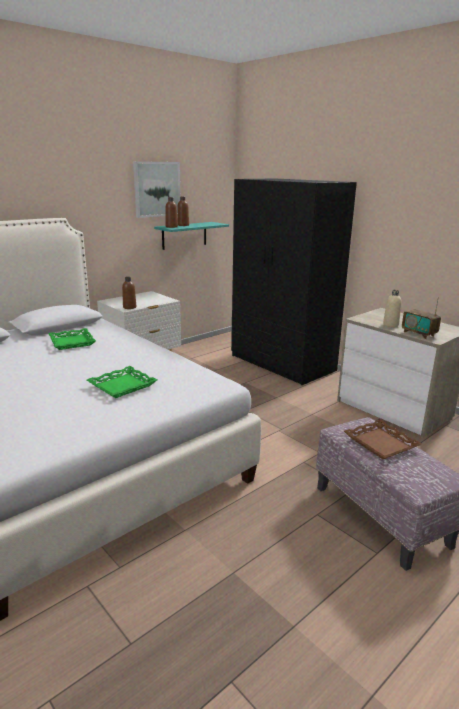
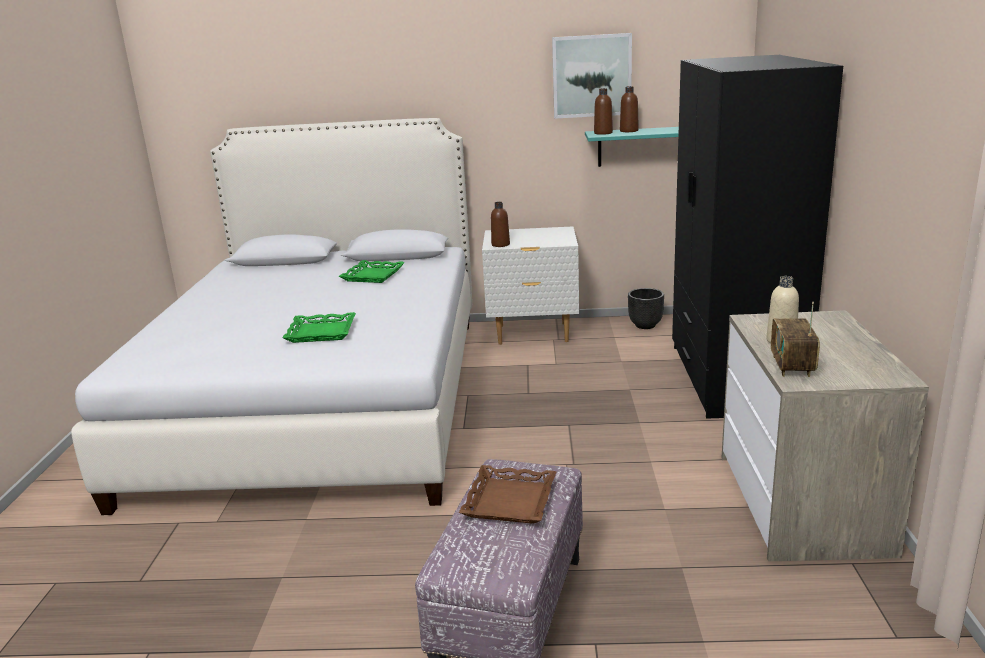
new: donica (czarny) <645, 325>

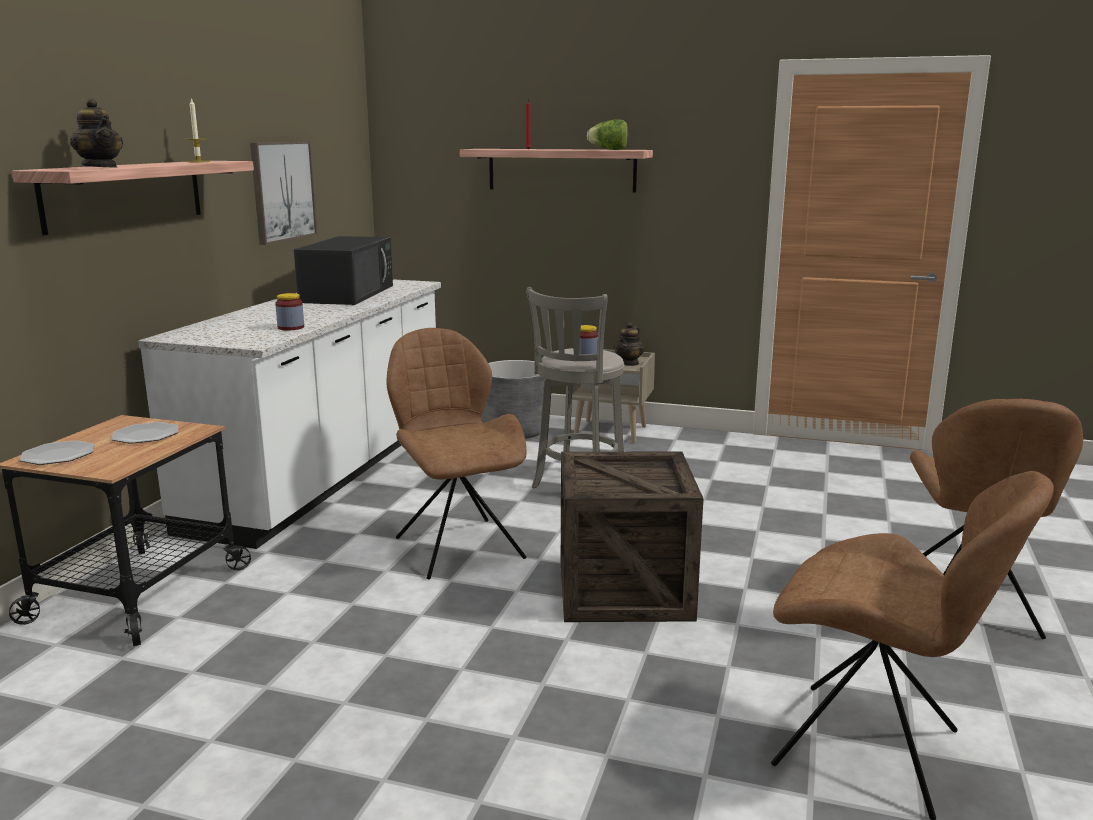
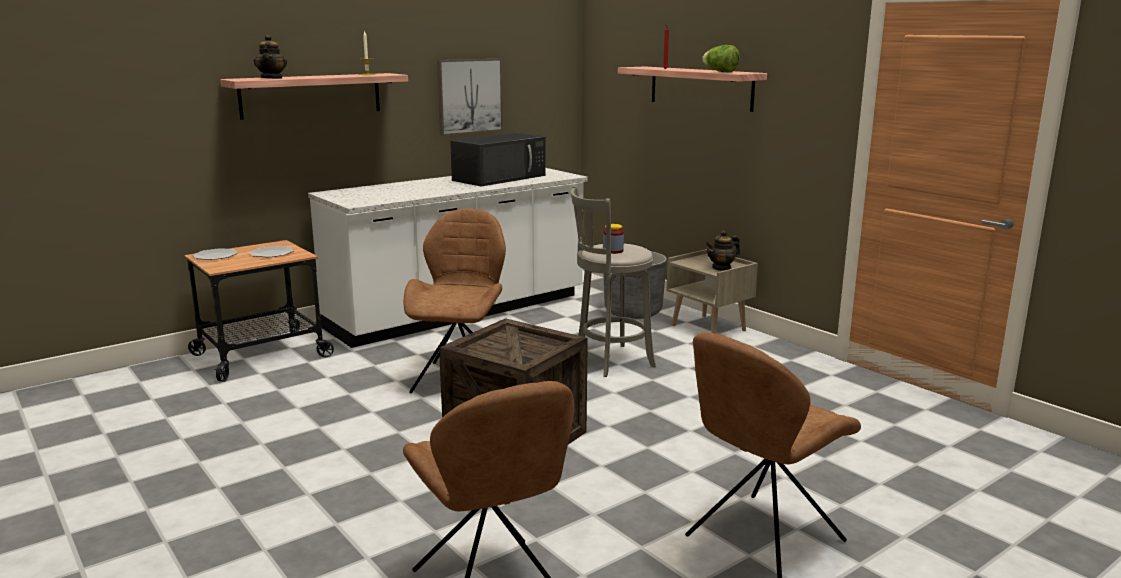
gone: słoik <291, 327>

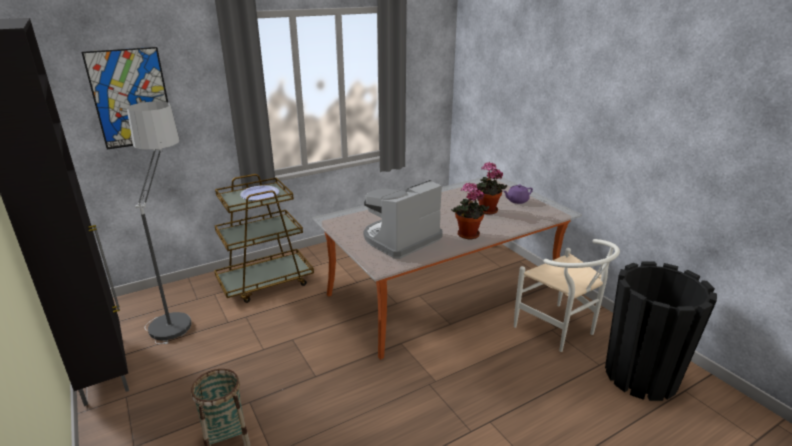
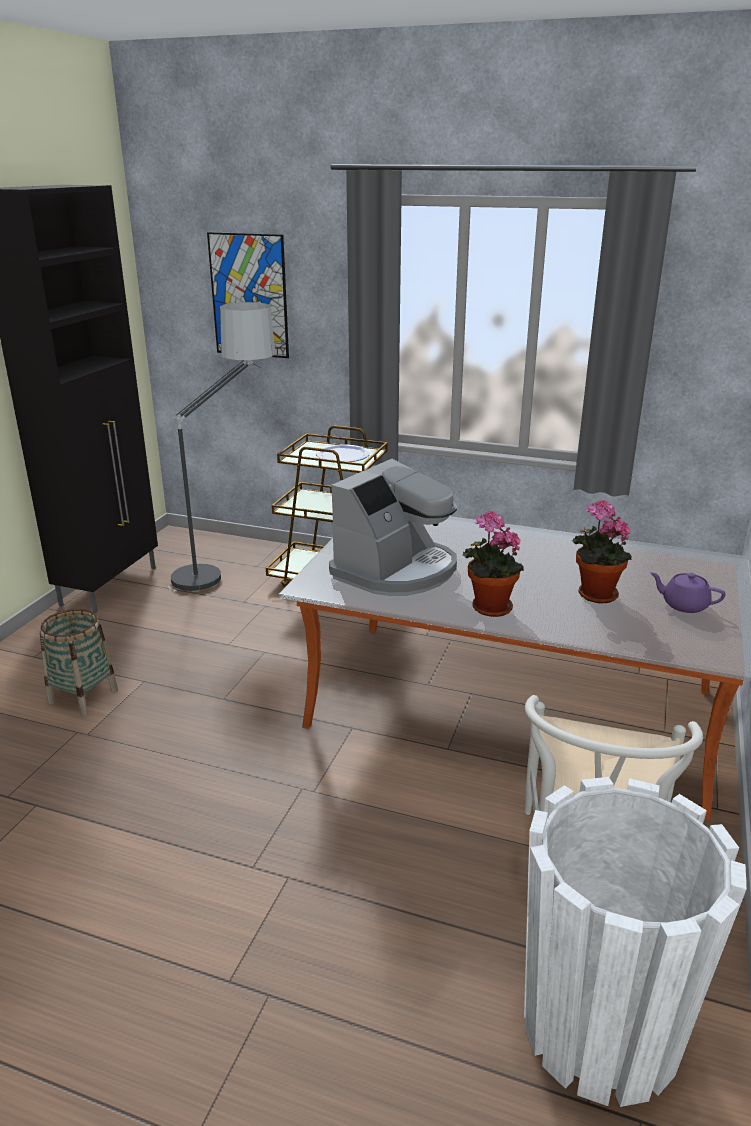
repainted: donica (czarny) <640, 375> to donica (biały) <600, 1028>
rotated: ekspres do kawy <400, 239> = <396, 570> 120 degrees clockwise

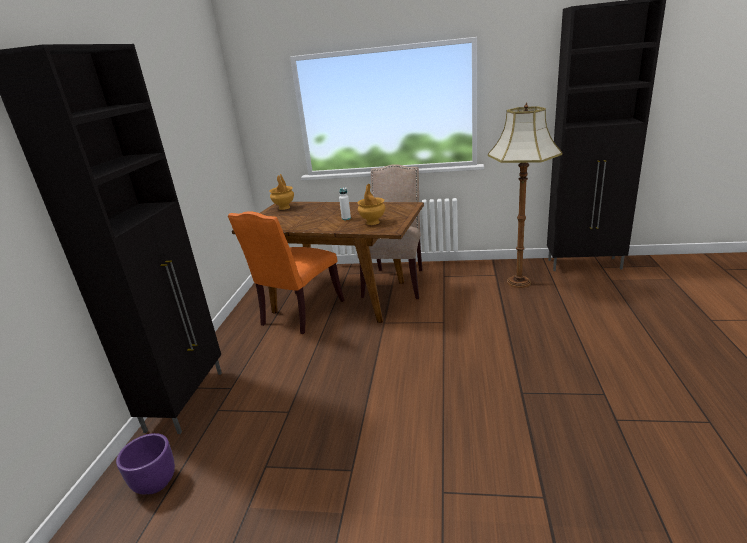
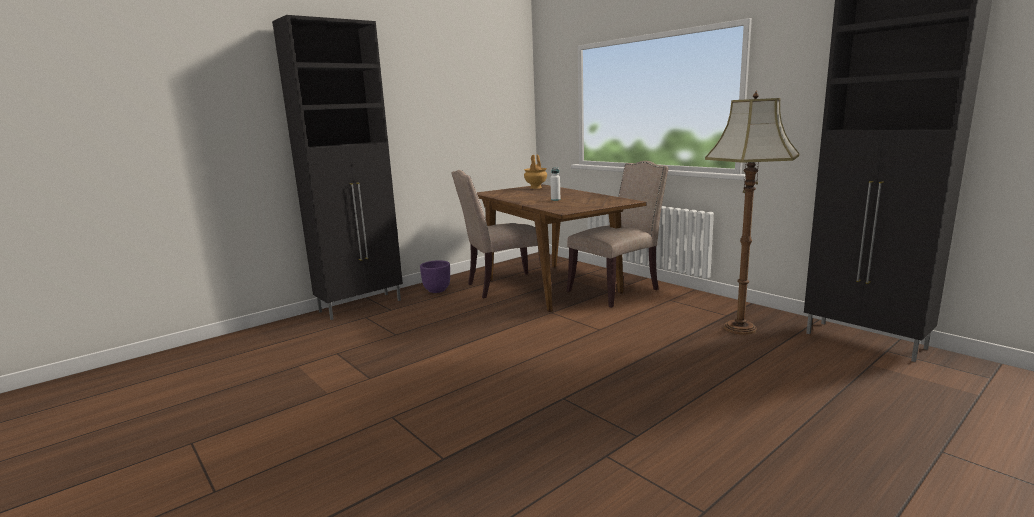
gone: wazon (brązowy) <372, 222>
shifted: donica (fioletowy) <155, 483> to <436, 290>
repainted: krzesło (pomarańczowy) <299, 314> to krzesło (beżowy) <503, 286>

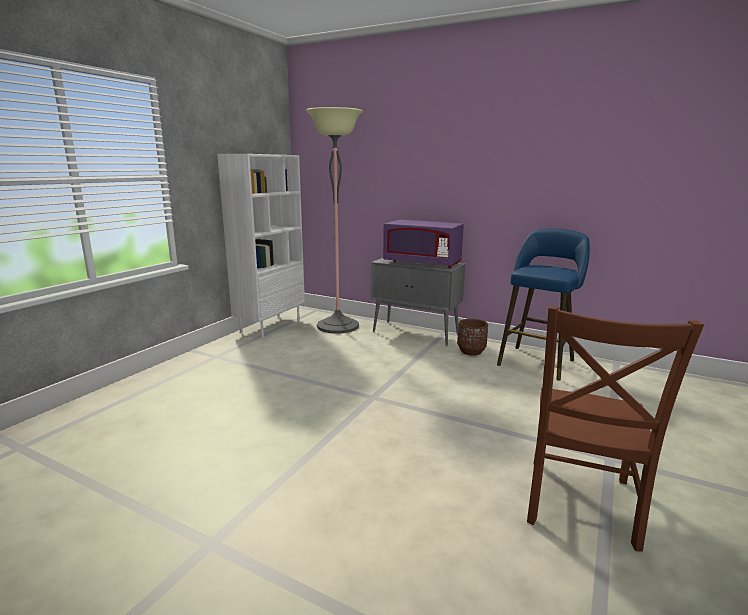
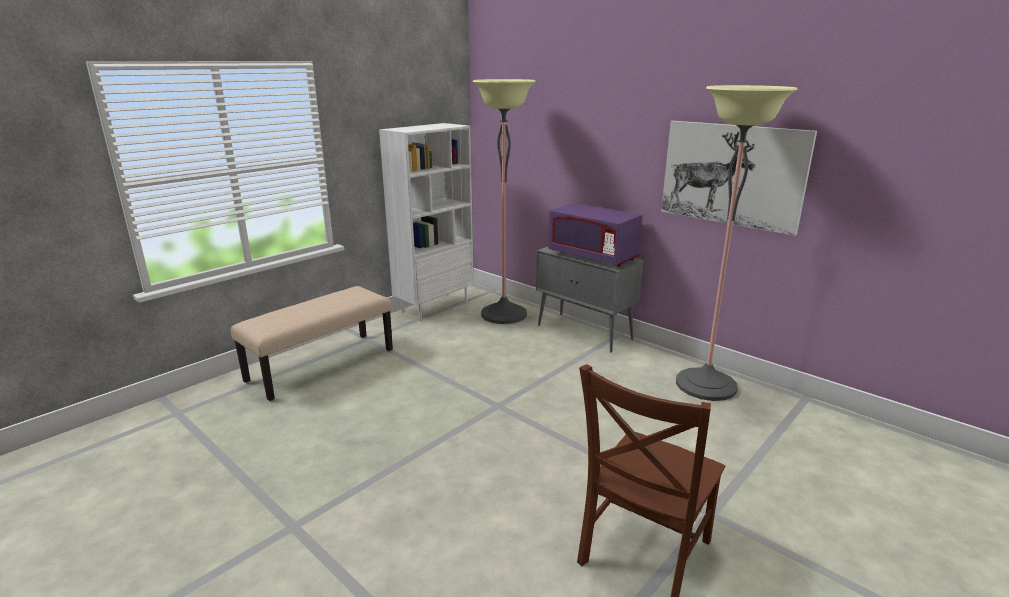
gone: donica (brązowy) <471, 351>
new: obraz <732, 175>; ławka (beżowy) <321, 364>
swapped: stołek (niebieski) <537, 361> to lampa stojąca <705, 385>

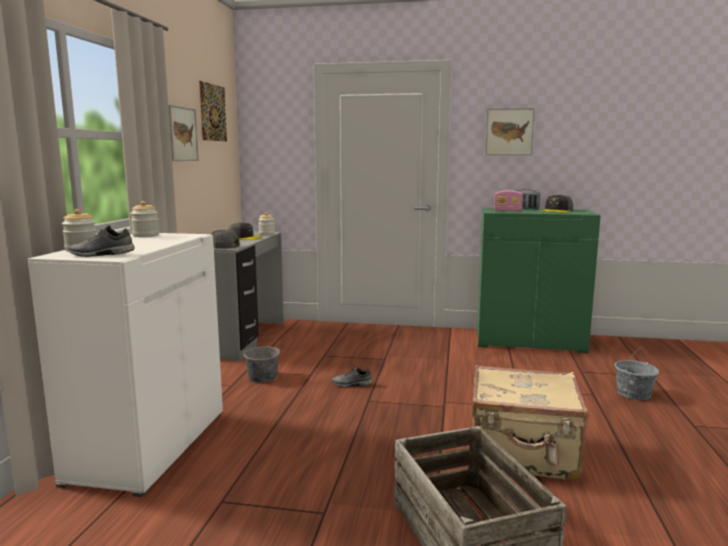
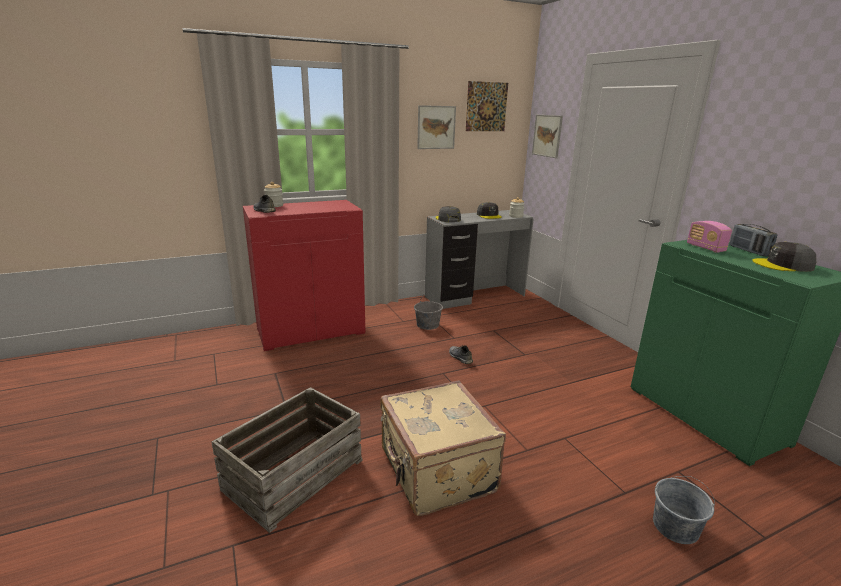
gone: słoik <146, 235>
shifted: obraz <509, 131> to <547, 135>
repainted: szafka (biały) <148, 445> to szafka (czerwony) <311, 331>

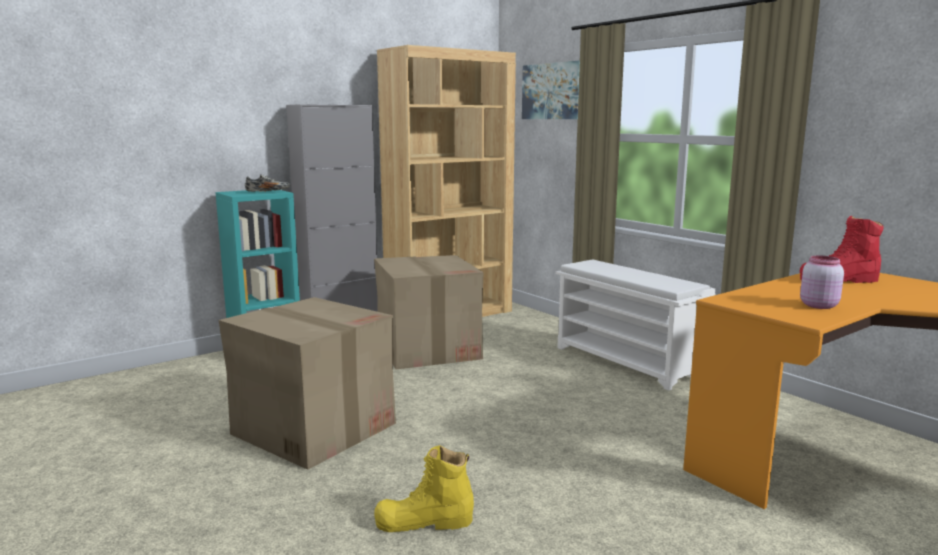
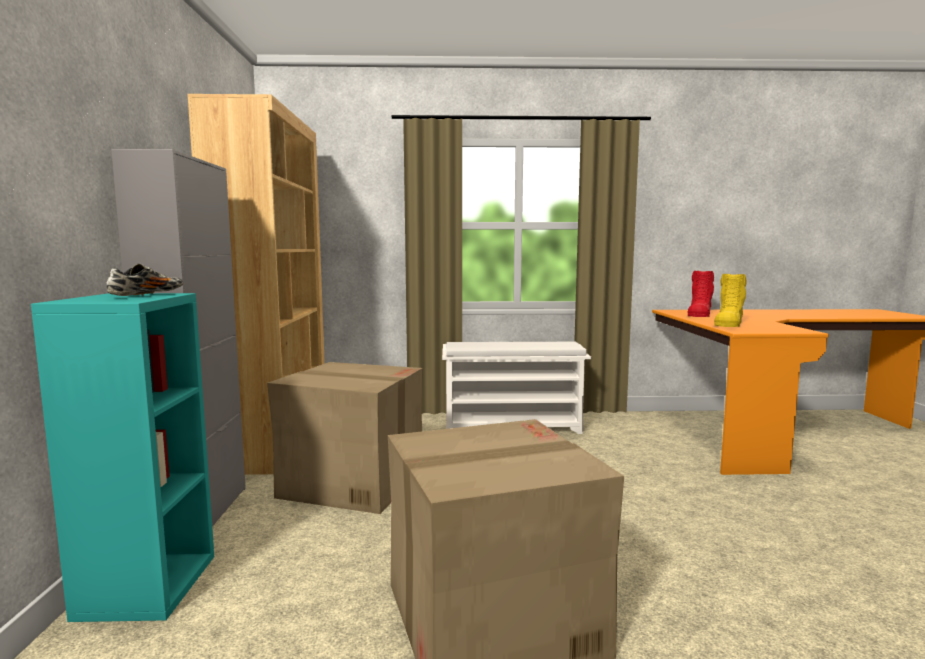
gone: obraz <552, 91>; słoik (różowy) <817, 305>
shifted: but z cholewką (żółty) <424, 522> to <728, 324>

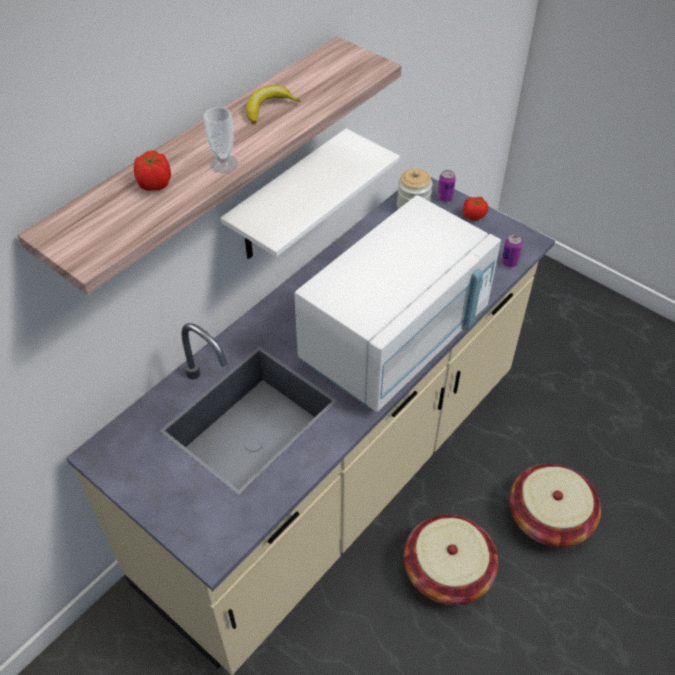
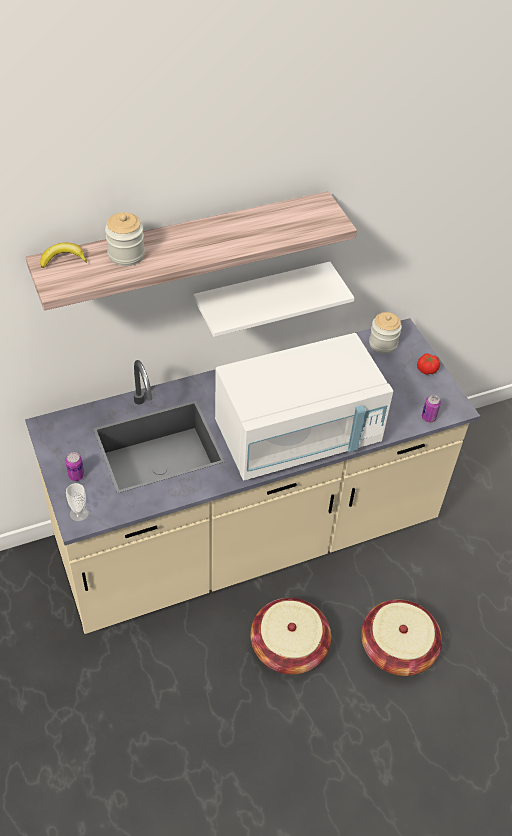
shifted: banan <268, 108> to <63, 259>; filiżanka <223, 164> to <79, 513>; puszka <444, 197> to <76, 475>
swapped: pomidor <154, 184> to słoik <126, 255>

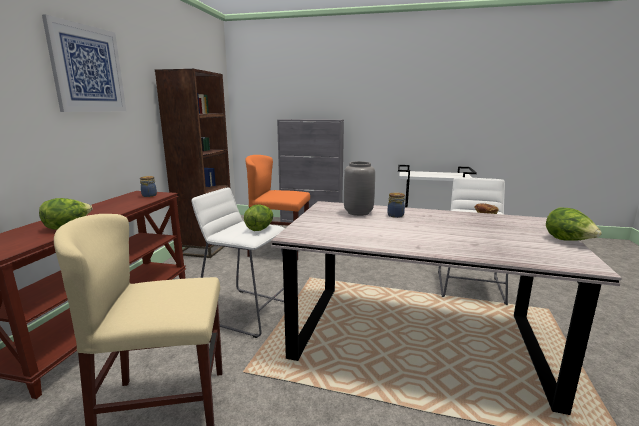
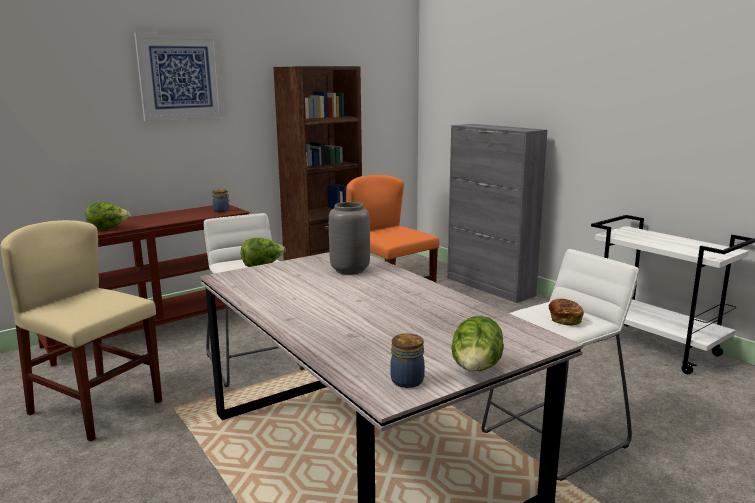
shifted: słoik <395, 215> to <408, 380>

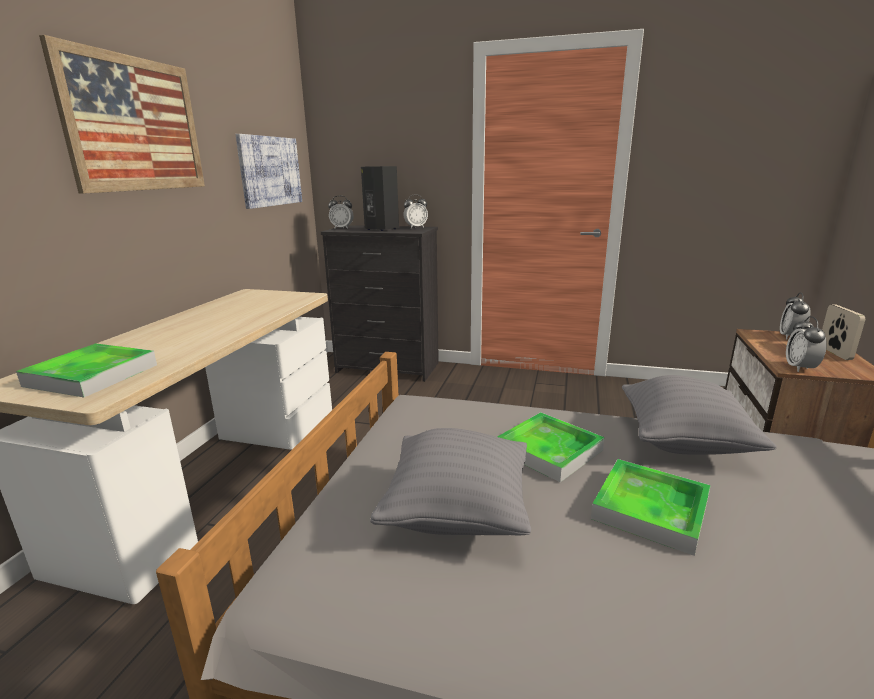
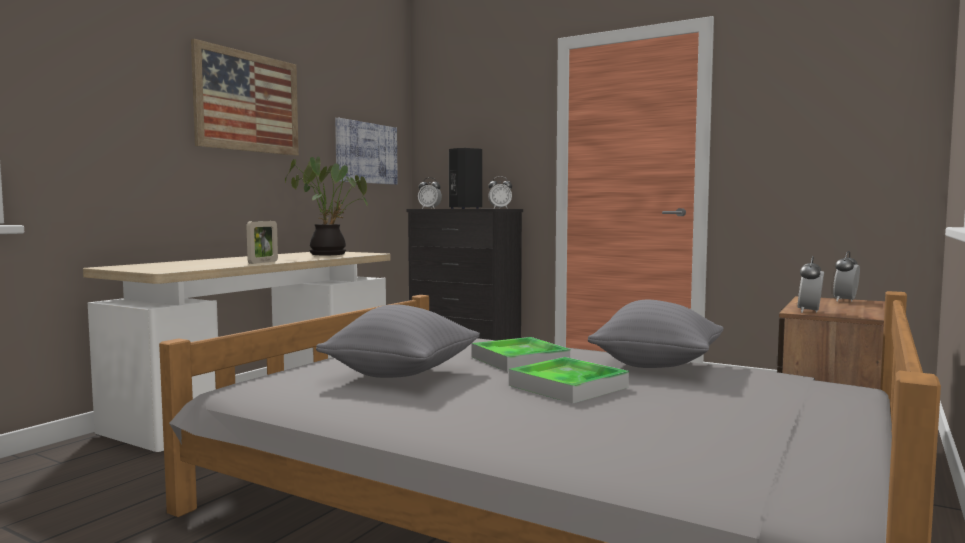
gone: taca <92, 375>
new: roślina doniczkowa <330, 254>
shifted: ramka na zdjęcie <834, 353> to <263, 262>

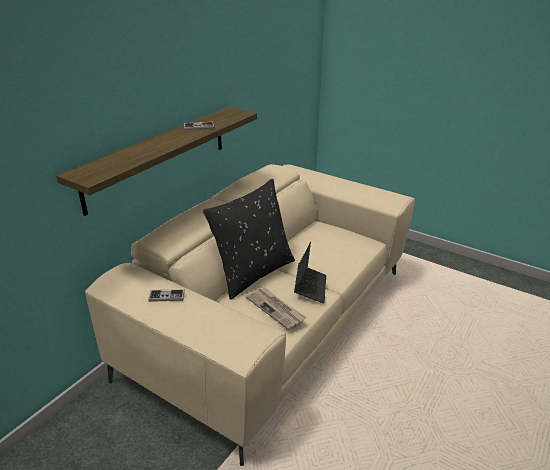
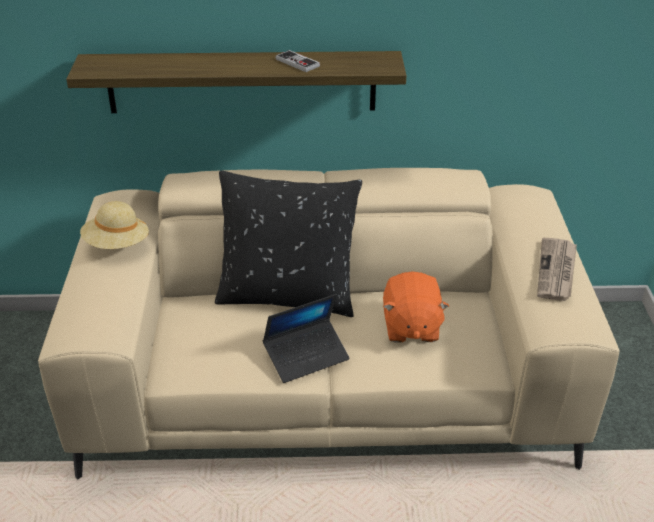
new: pluszak (pomarańczowy) <410, 327>
shifted: gazeta <276, 309> to <557, 271>
swapped: pad do gier <167, 296> to kapelusz (beżowy) <117, 245>

